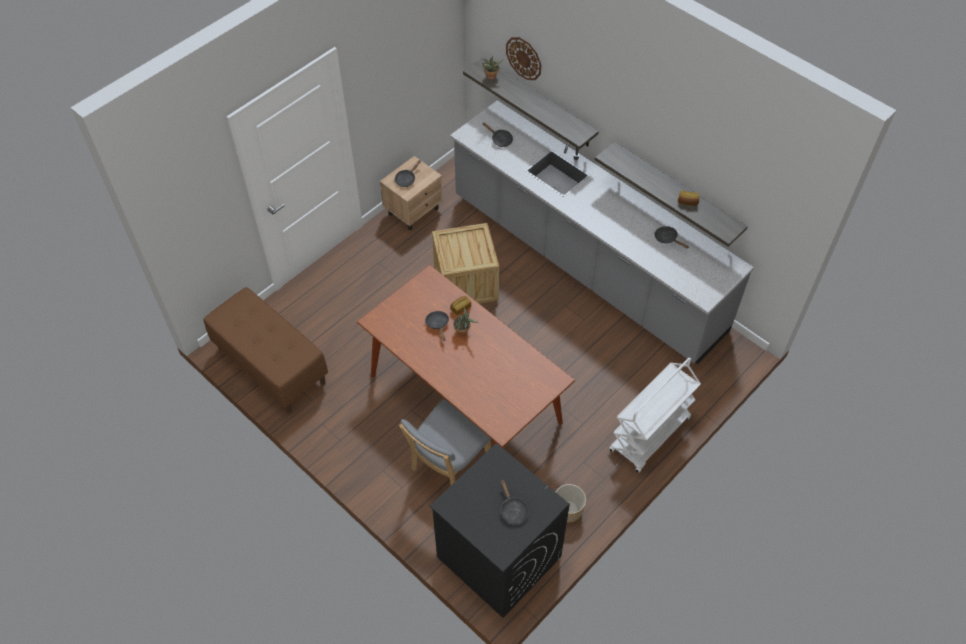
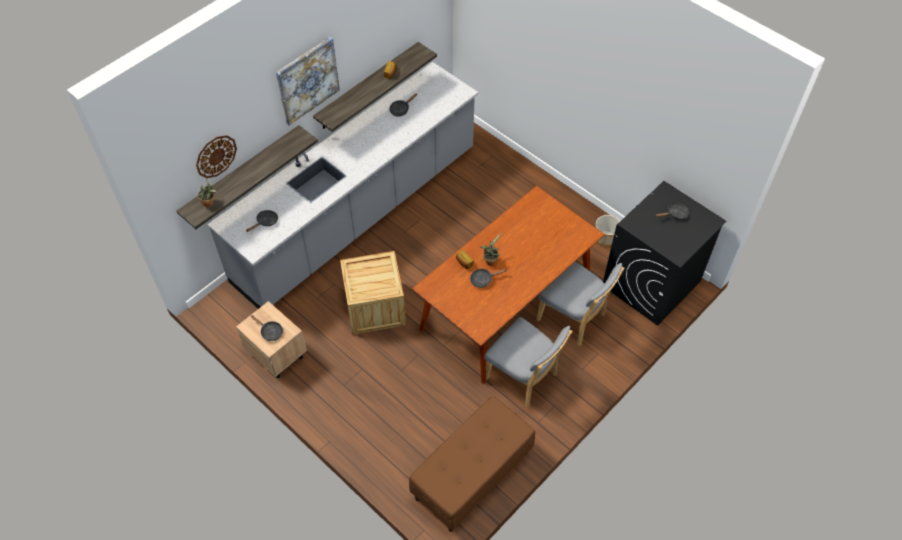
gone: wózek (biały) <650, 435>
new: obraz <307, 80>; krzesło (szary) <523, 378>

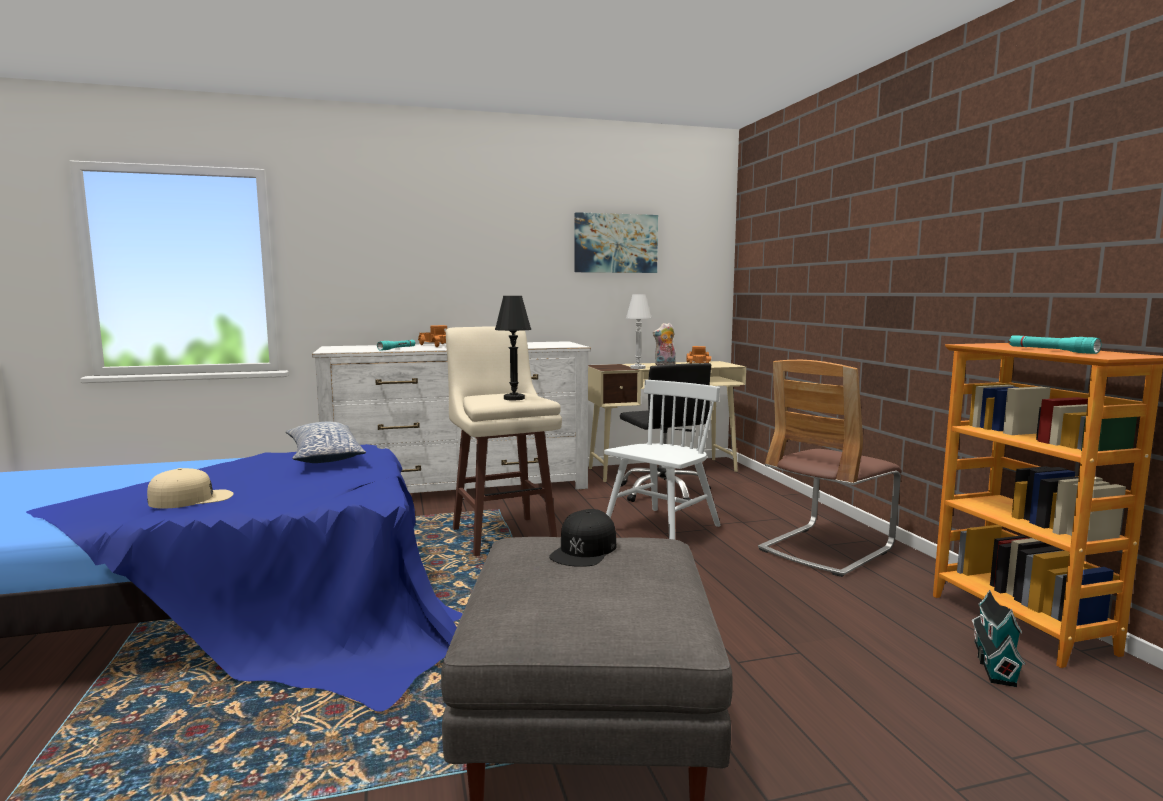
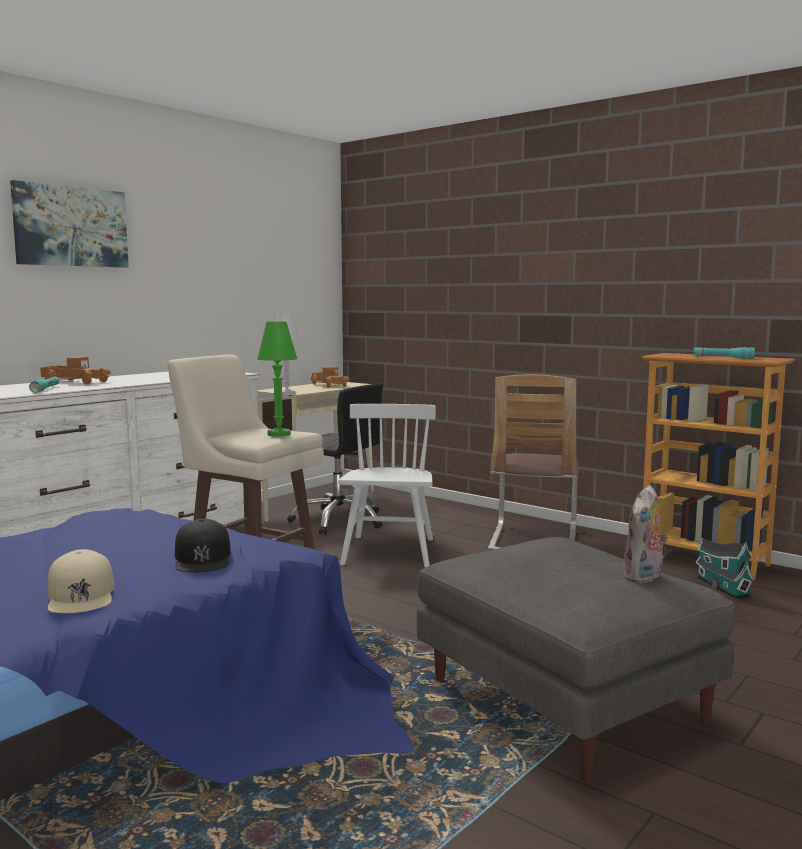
gone: poduszka <324, 456>
shifted: obraz <615, 243> to <71, 226>; pluszak <665, 365> to <644, 577>; czapka z daszkiem (czarny) <584, 550> to <203, 558>
repainted: lampa stołowa (czarny) <514, 398> to lampa stołowa (zielony) <279, 434>
rotated: czapka z daszkiem (beżowy) <192, 499> = <81, 595> 135 degrees clockwise

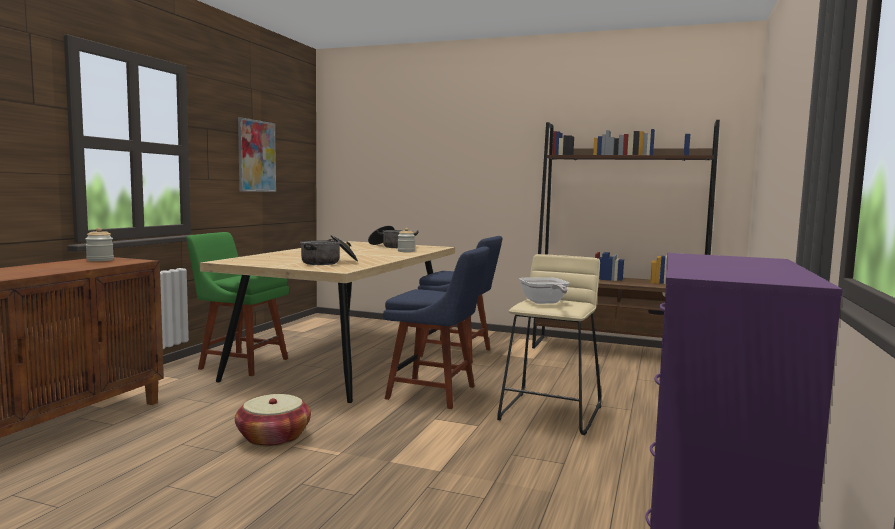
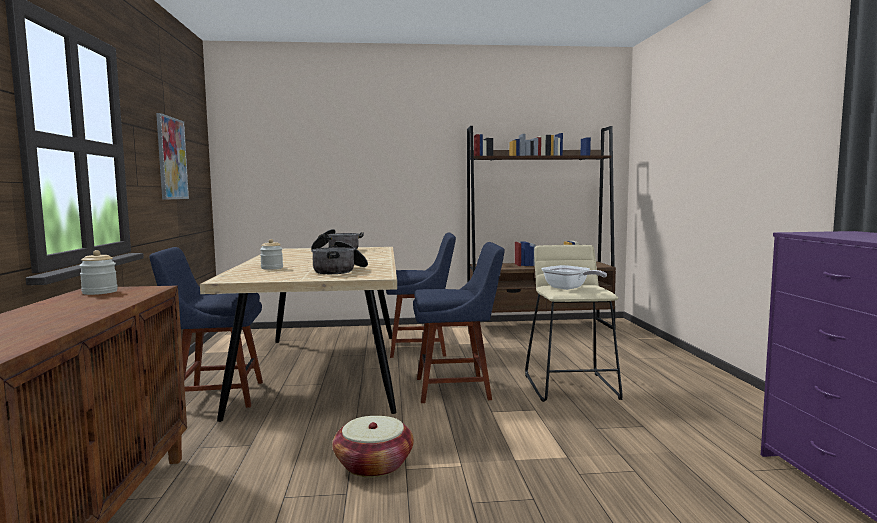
shifted: słoik <406, 251> to <272, 268>
repainted: krzesło (zielony) <240, 363> to krzesło (niebieski) <215, 396>

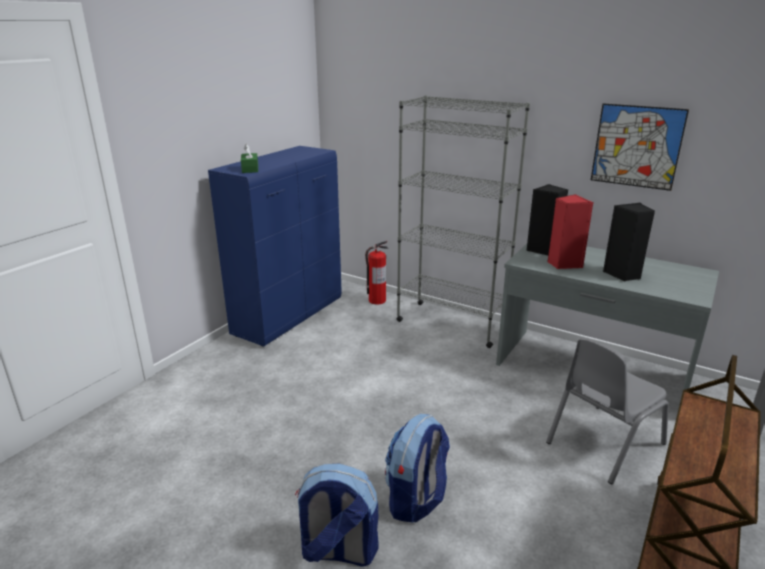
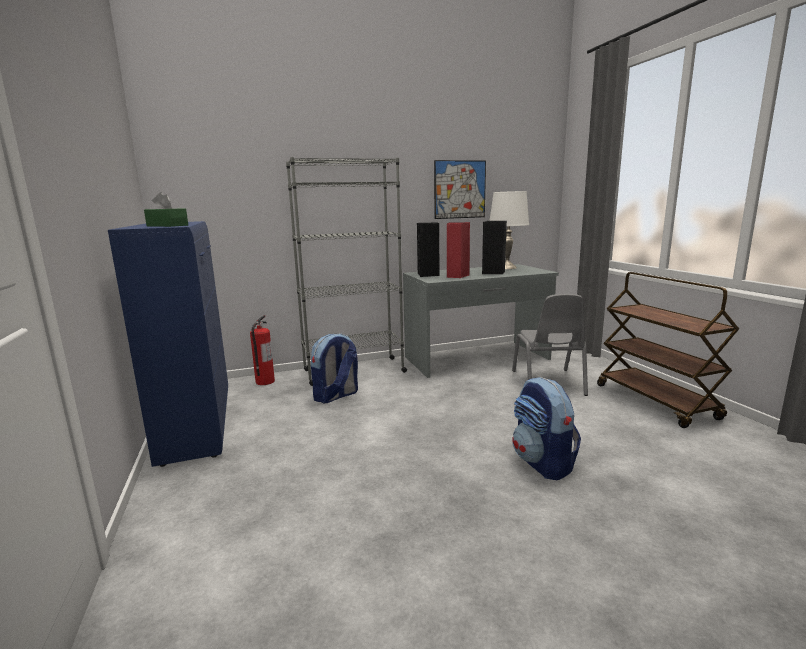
new: lampa stołowa (biały) <506, 267>
shifted: plecak <338, 551> to <336, 396>

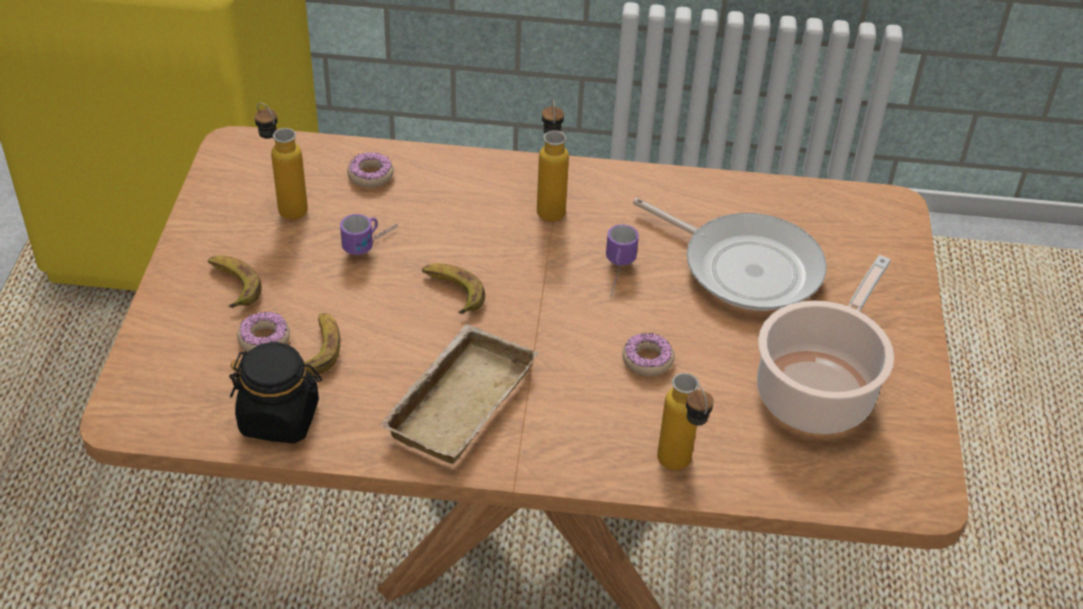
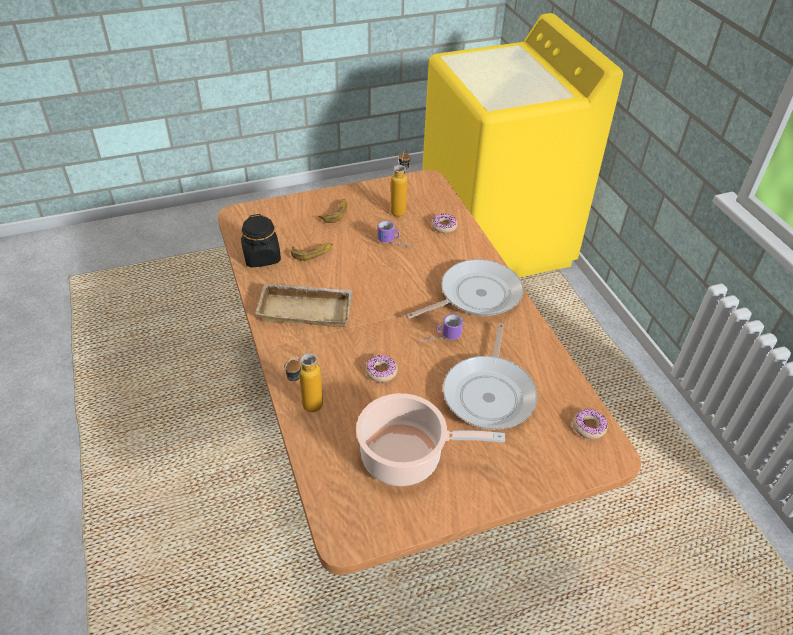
gone: banan <452, 291>
shifted: donut <264, 339> to <589, 427>
swapped: butelka <550, 205> to patelnia <475, 295>

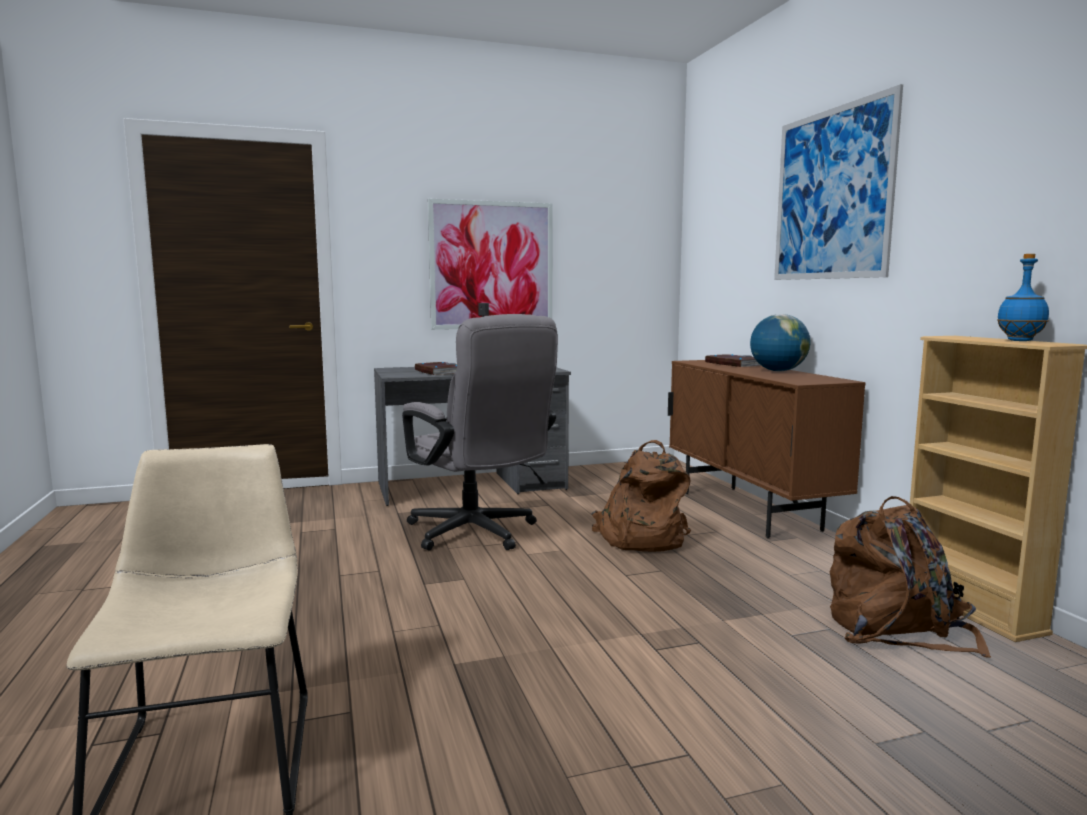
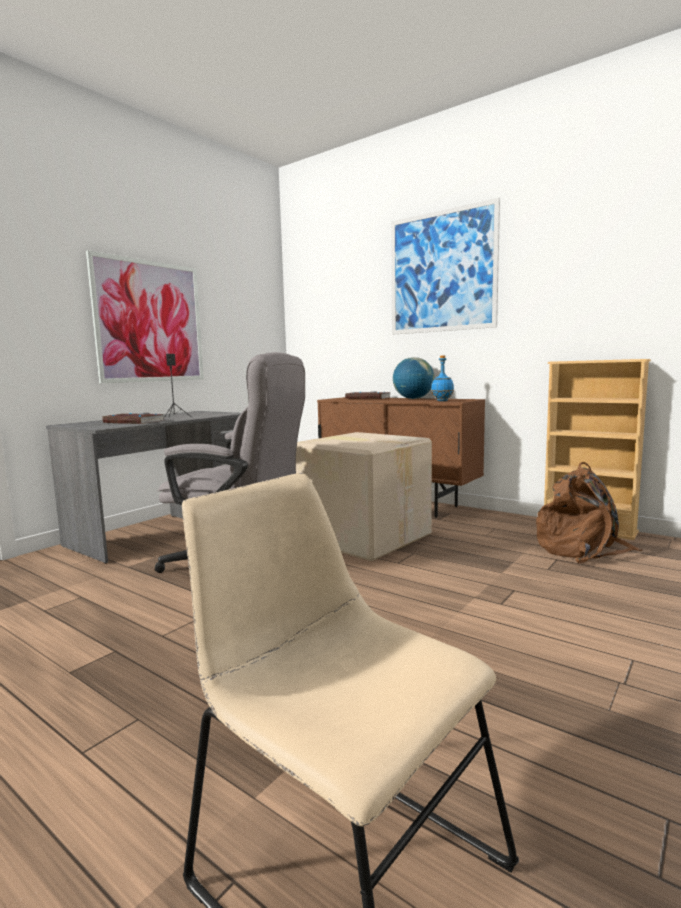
shifted: butelka (niebieski) <1019, 340> to <442, 401>
swapped: plecak (brązowy) <640, 538> to karton <364, 536>

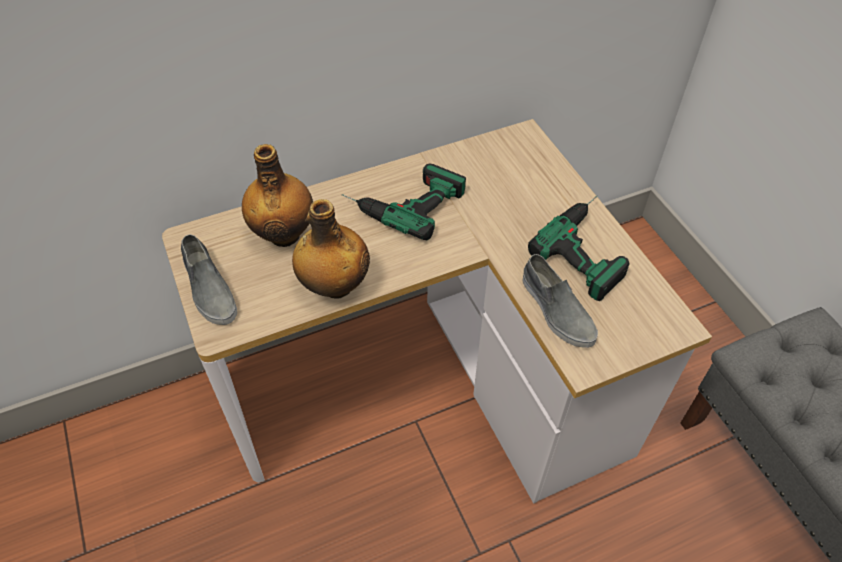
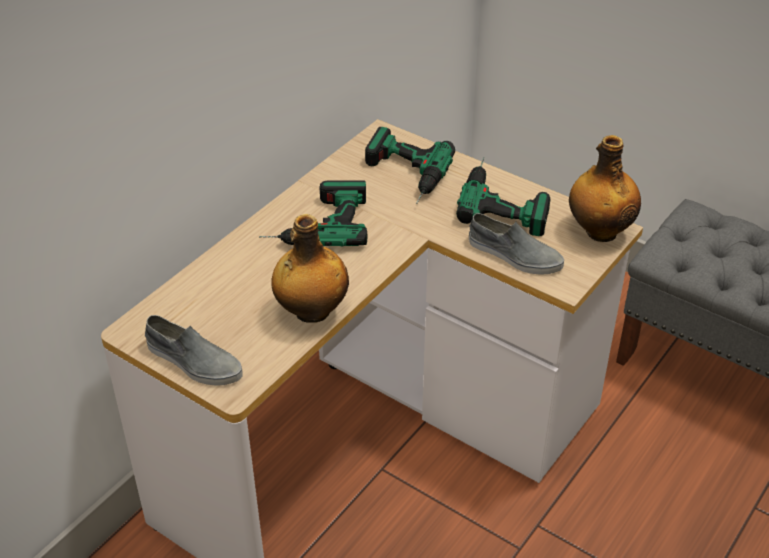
new: wiertarka <402, 176>
shifted: butelka <284, 233> to <599, 231>

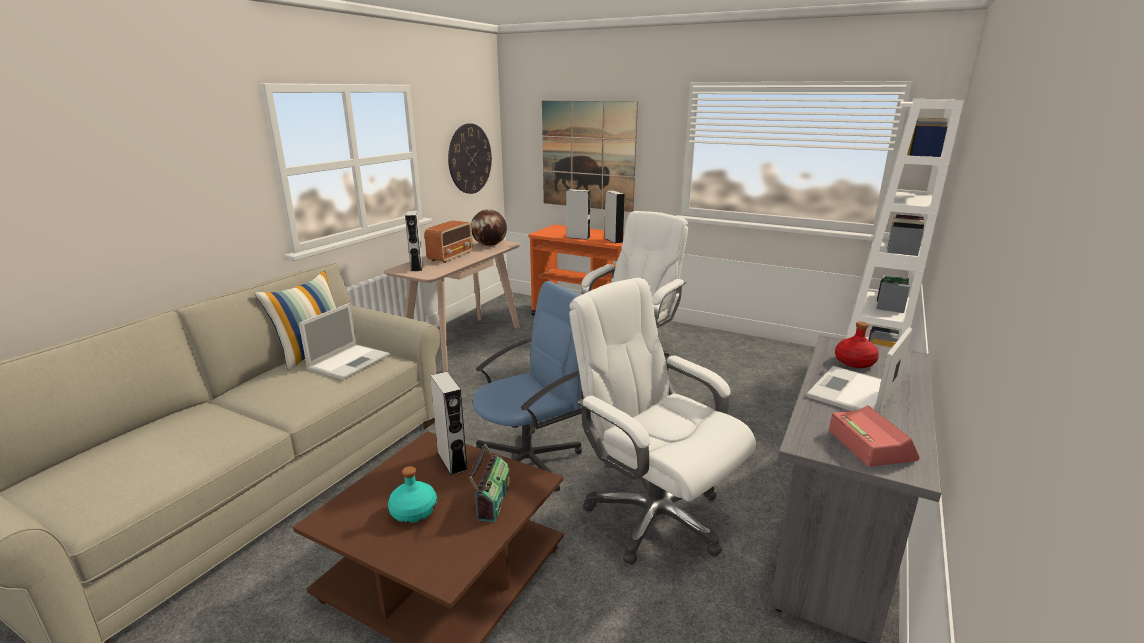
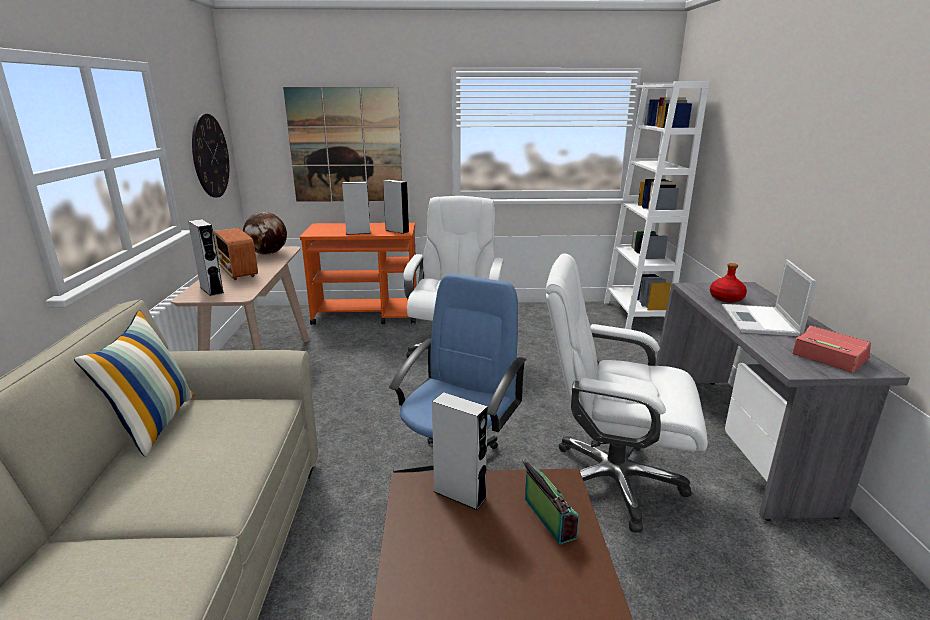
gone: laptop <350, 361>; butelka (turkusowy) <413, 511>
rotated: radio <451, 256> = <238, 272> 150 degrees clockwise

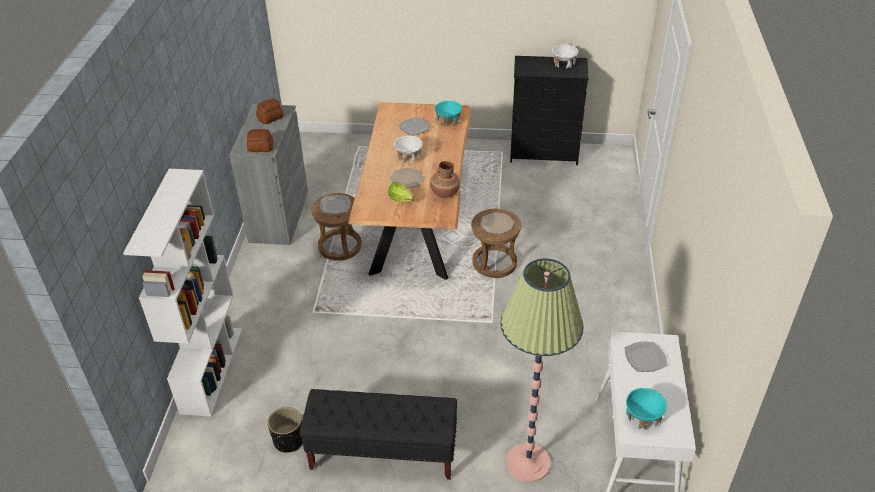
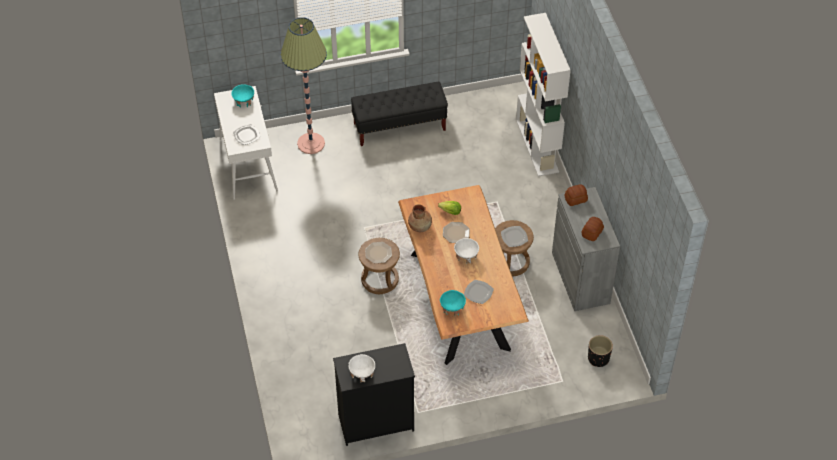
shifted: donica (czarny) <289, 440> to <598, 358>

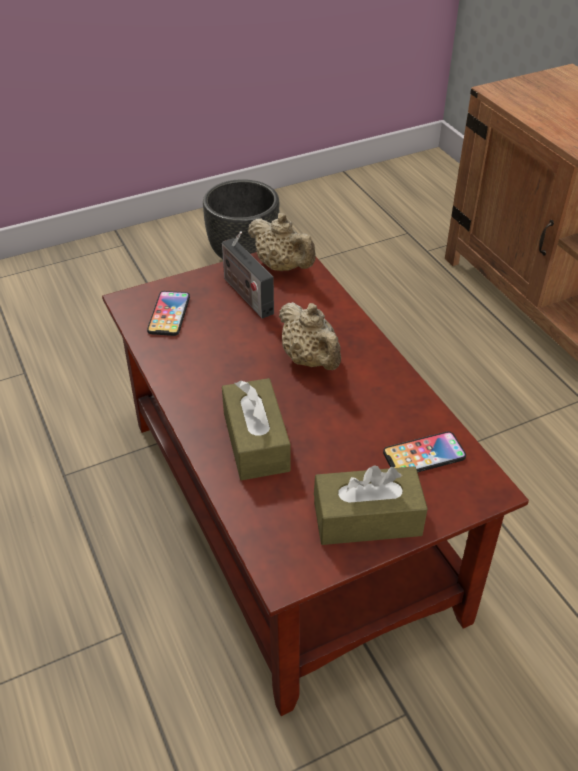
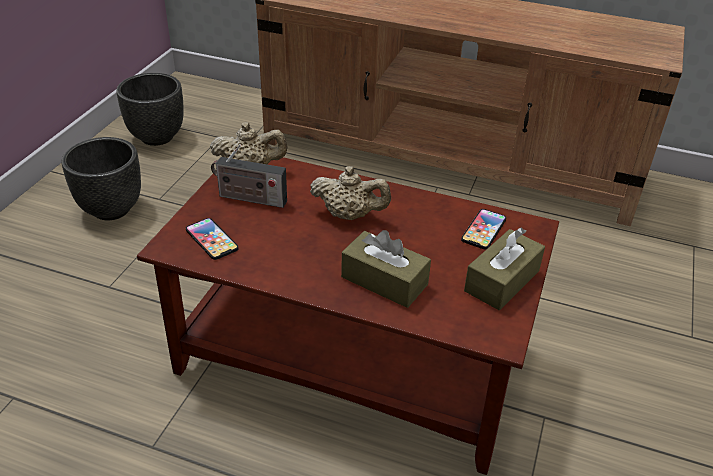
new: donica (czarny) <157, 137>

